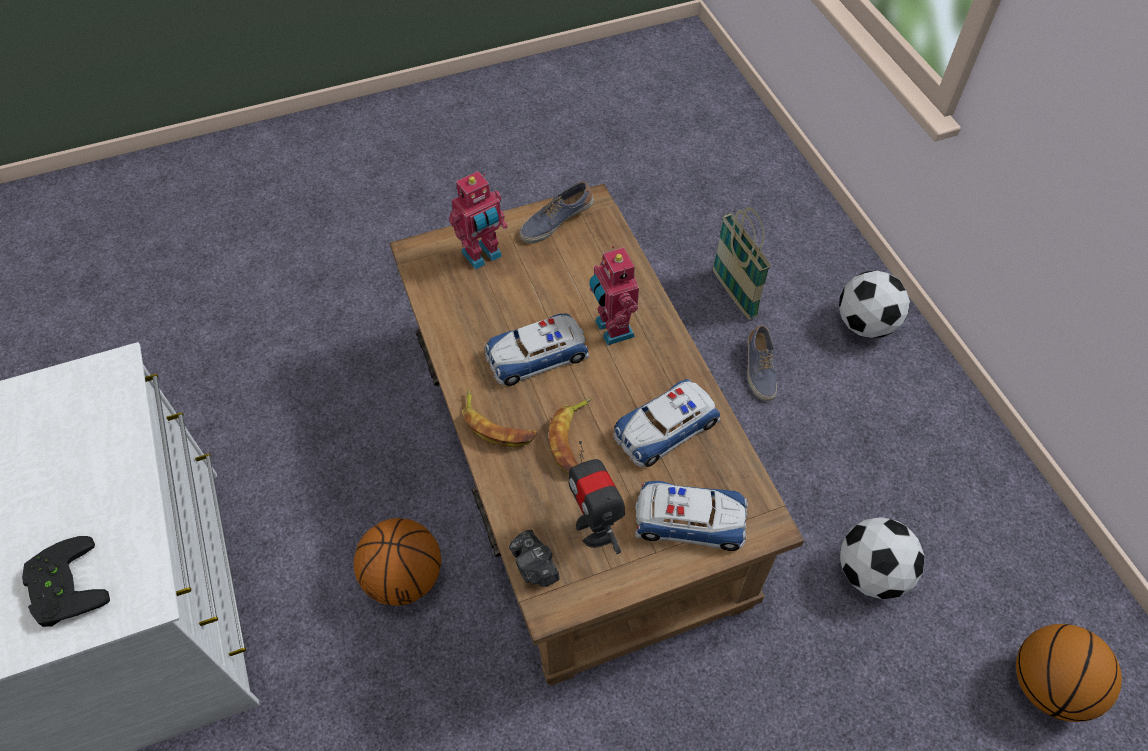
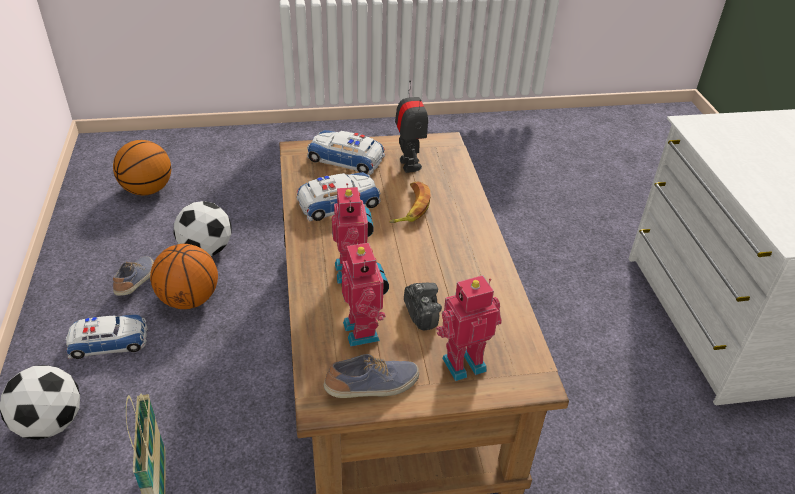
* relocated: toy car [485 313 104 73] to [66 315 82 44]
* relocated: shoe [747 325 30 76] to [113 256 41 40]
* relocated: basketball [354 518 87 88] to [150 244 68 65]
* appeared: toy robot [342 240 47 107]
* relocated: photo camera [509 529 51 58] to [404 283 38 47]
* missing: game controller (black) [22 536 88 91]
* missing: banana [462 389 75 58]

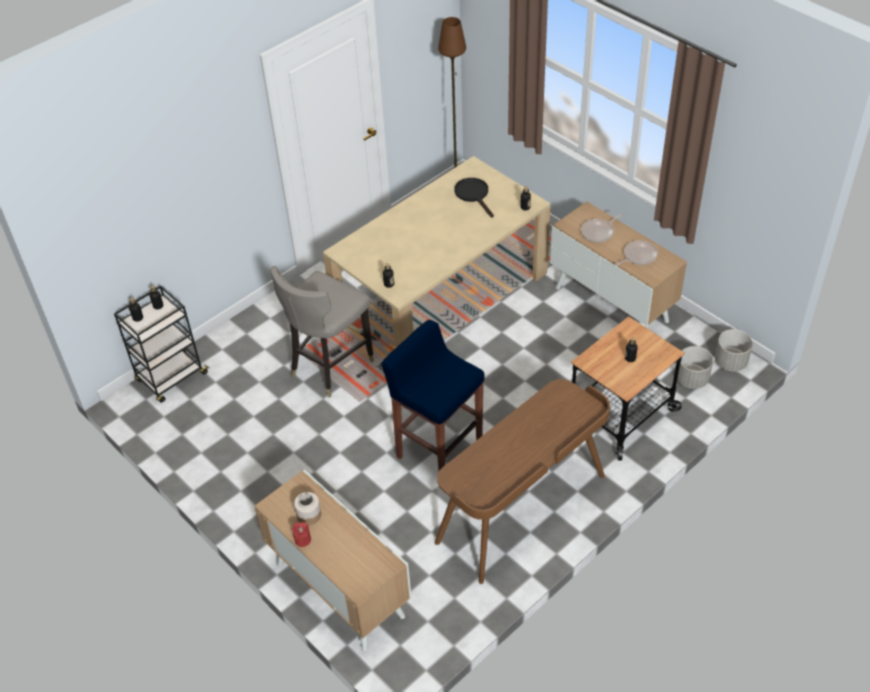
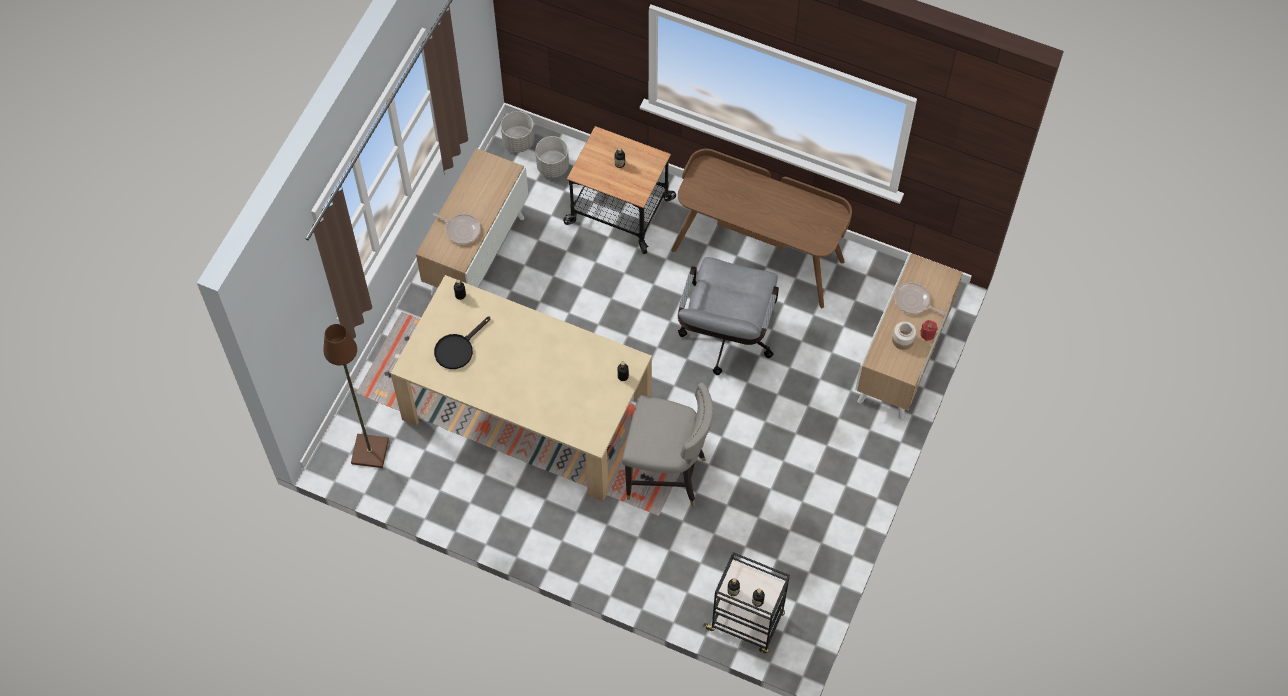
* exchanged: stool (blue) [381 320 104 151] to office chair (grey) [678 257 101 118]
* relocated: frying pan [615 240 43 26] to [894 282 50 32]

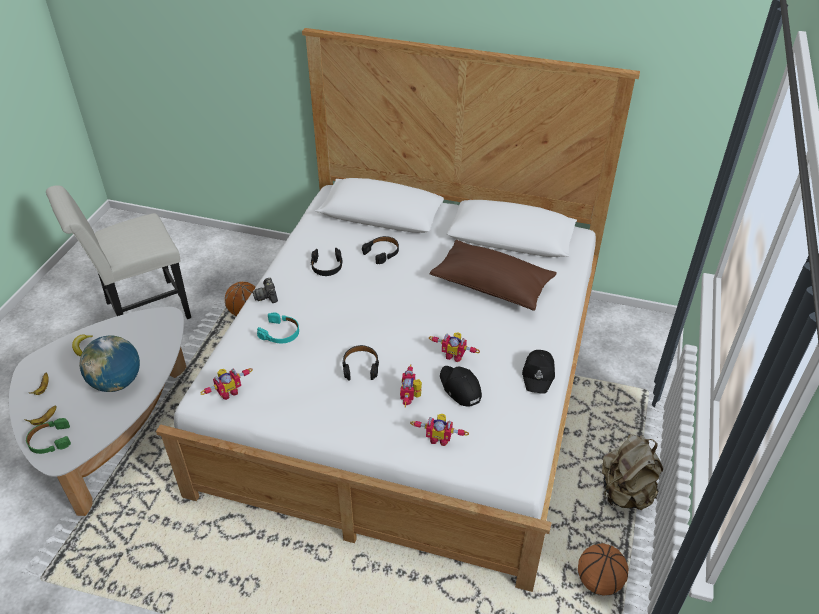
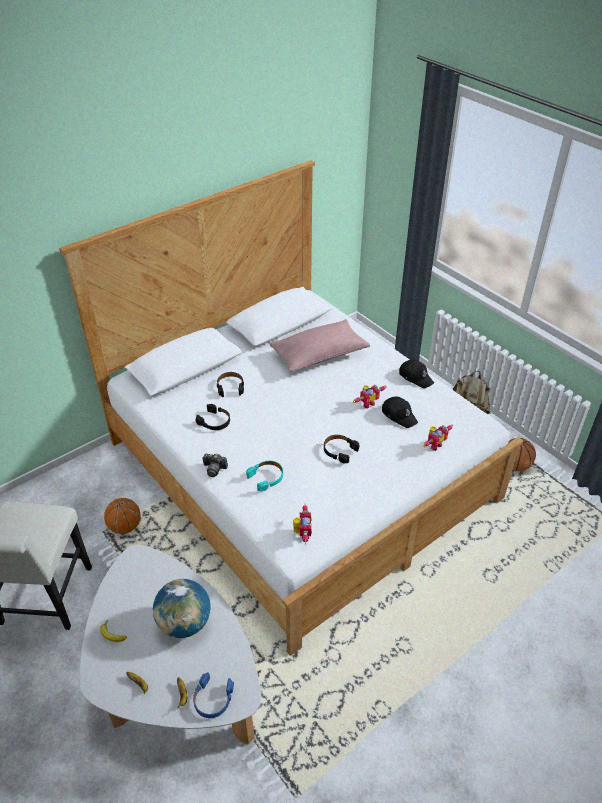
* colour: headphones (green) [26 418 45 36] to headphones (blue) [193 672 41 46]
* colour: pillow (brown) [430 240 127 71] to pillow (pink) [269 319 101 53]
* spun: cap (black) [440 366 42 41] = [382 397 36 31] 135 degrees counterclockwise
* missing: toy robot [400 364 22 44]

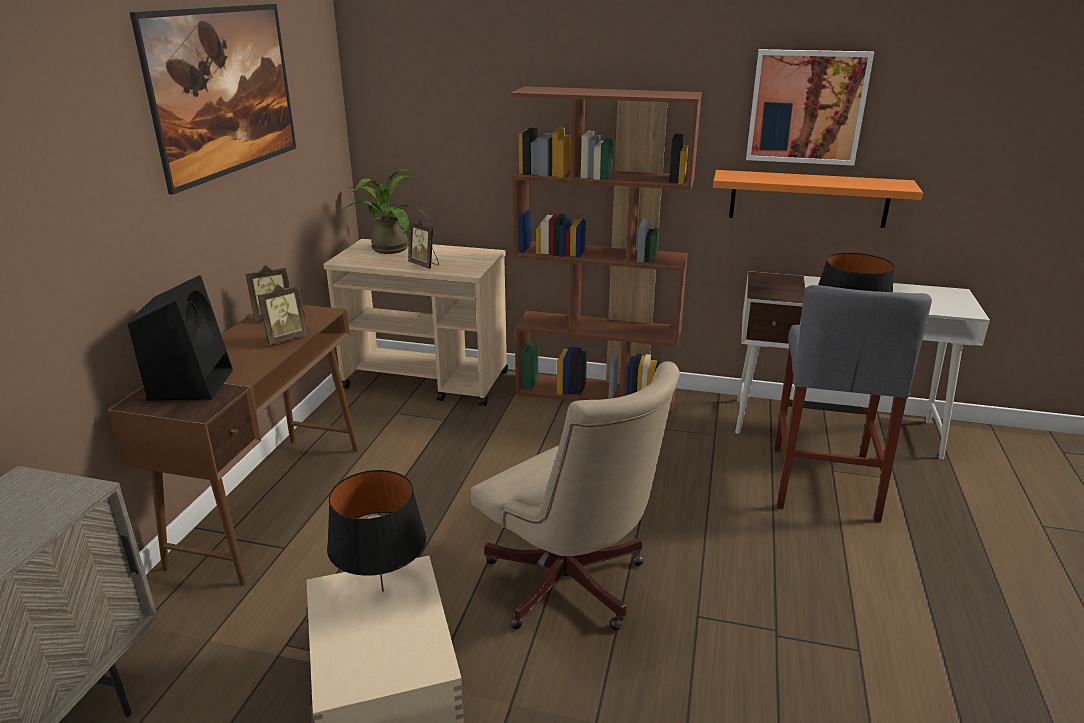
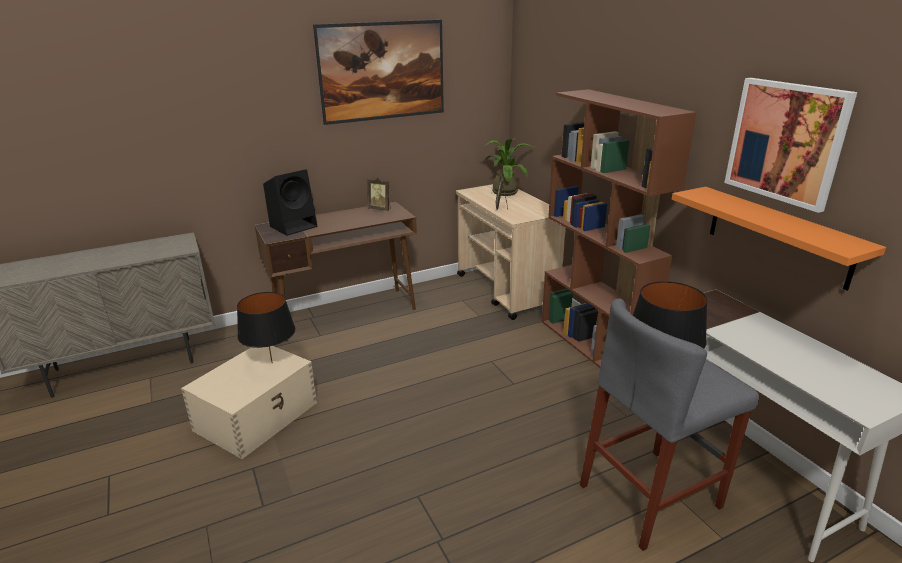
* missing: picture frame [257 284 52 61]
* missing: office chair (beige) [471 361 209 270]

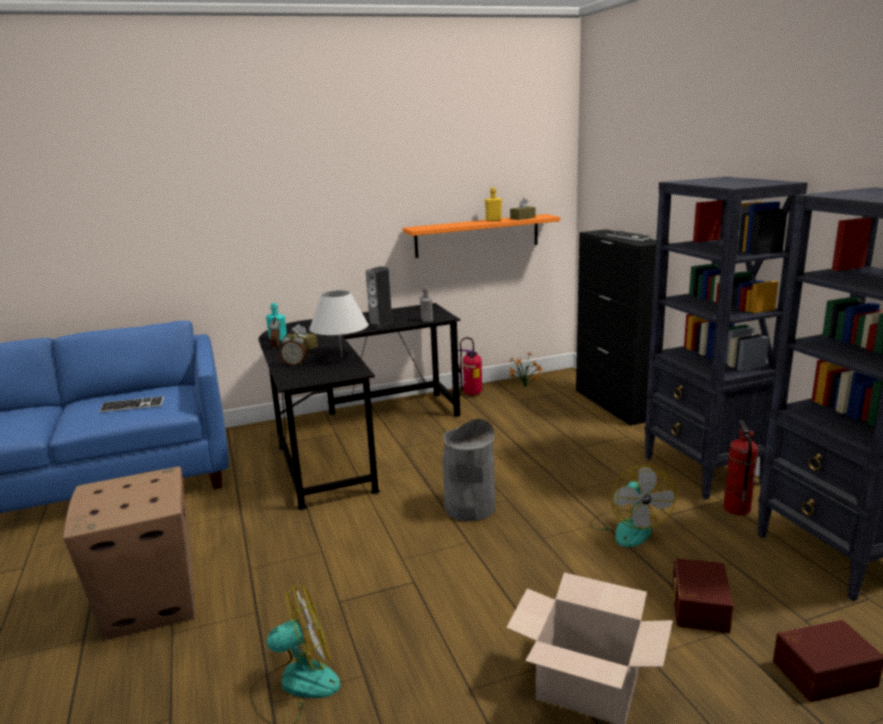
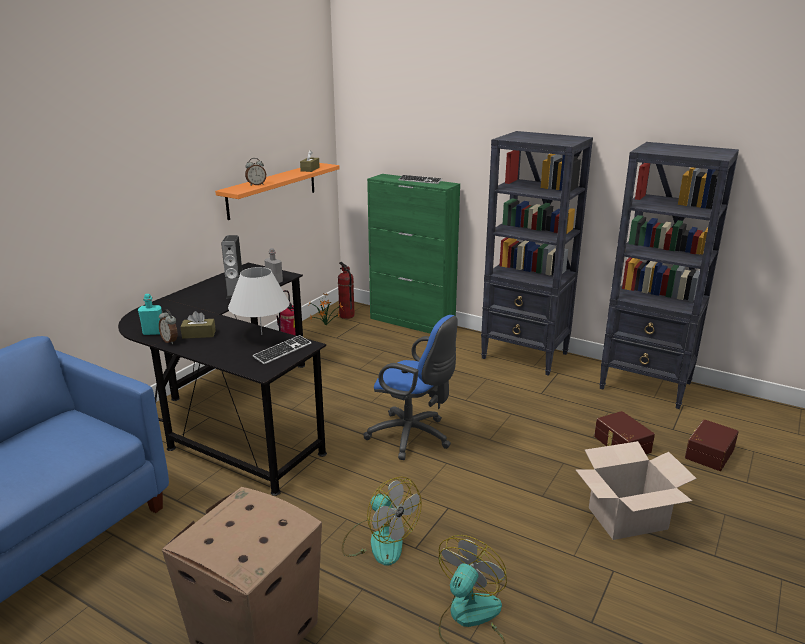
* relocated: alarm clock [280 332 27 33] to [245 158 21 28]
* relocated: keyboard [99 396 65 16] to [253 335 59 29]
* relocated: fire extinguisher [723 420 35 95] to [338 262 17 57]
* relocated: fan [589 465 87 82] to [342 477 80 89]
* exchanged: trash can (grey) [443 419 53 102] to office chair (blue) [363 315 95 145]
* colour: cabinet (black) [576 229 94 197] to cabinet (green) [367 174 93 160]
* missing: bottle (yellow) [485 187 17 34]

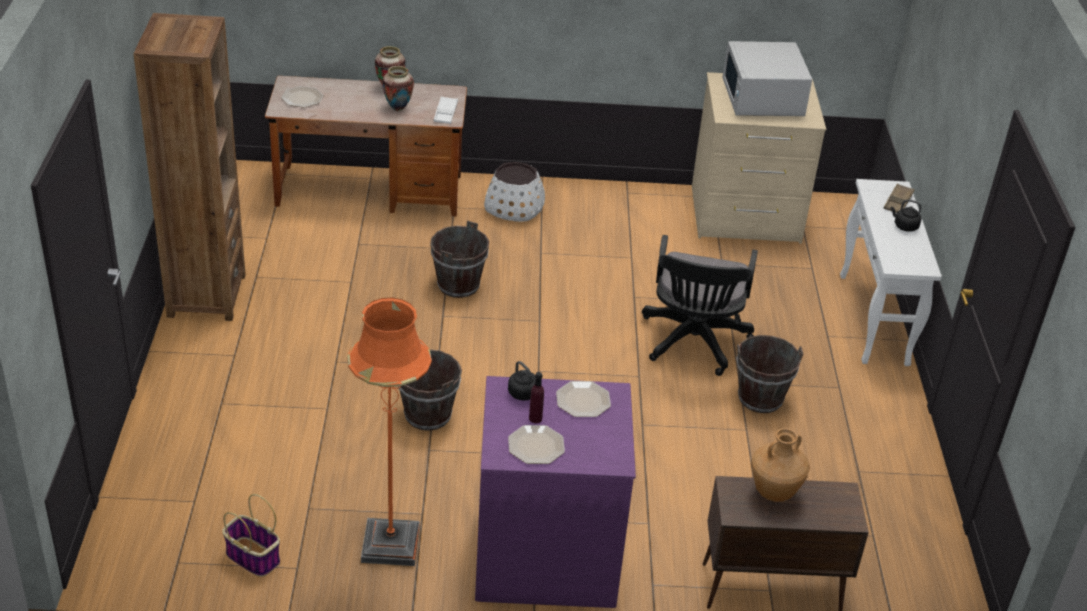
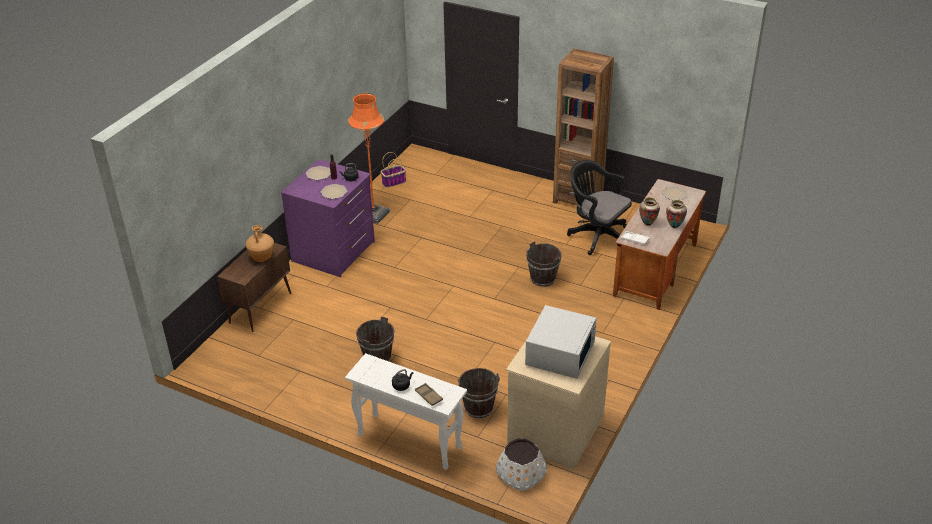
* relocated: bucket (brown) [398 349 64 82] to [458 368 42 50]
* relocated: planter (white) [484 162 61 60] to [496 438 51 53]
* spun: microwave (white) [723 41 89 75] = [525 305 72 74] 90 degrees clockwise
* relocated: office chair (black) [642 235 116 141] to [567 160 65 95]

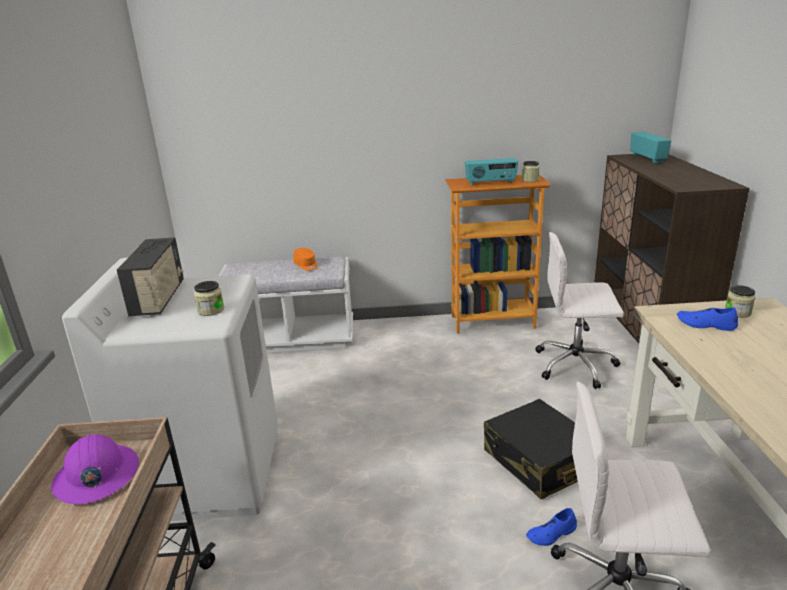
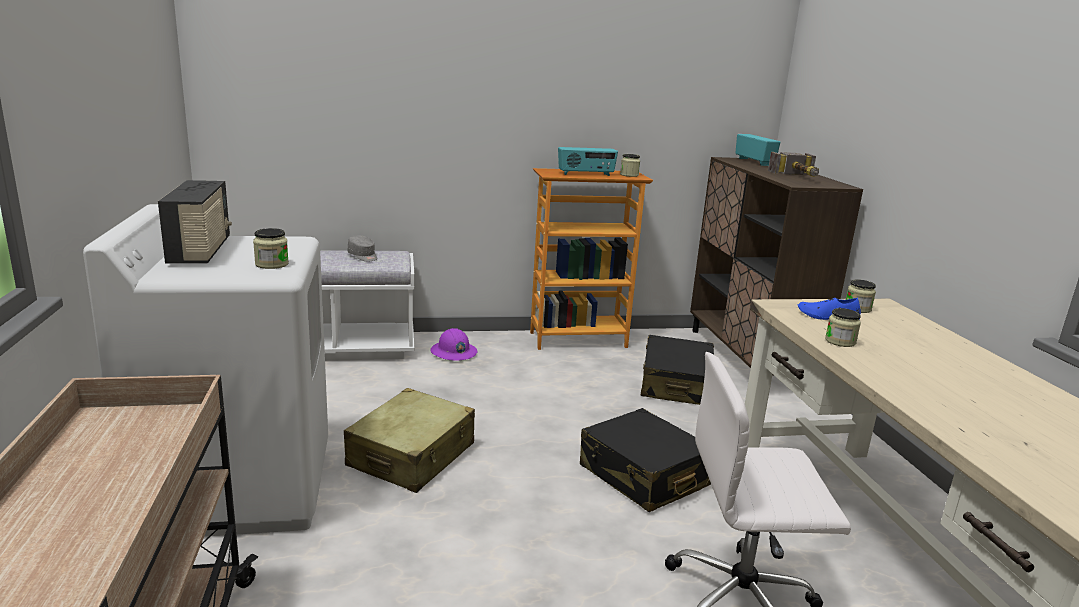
* appeared: suitcase (beige) [344 388 131 105]
* colour: cap (orange) [293 248 25 23] to cap (grey) [347 235 30 26]
* relocated: hard hat (purple) [51 434 88 70] to [430 328 47 33]
* exchanged: office chair (white) [536 232 88 157] to suitcase (black) [641 335 73 70]
* appeared: hammer [768 152 51 25]
* appeared: jar [825 308 36 39]
* missing: shoe (blue) [526 508 51 38]

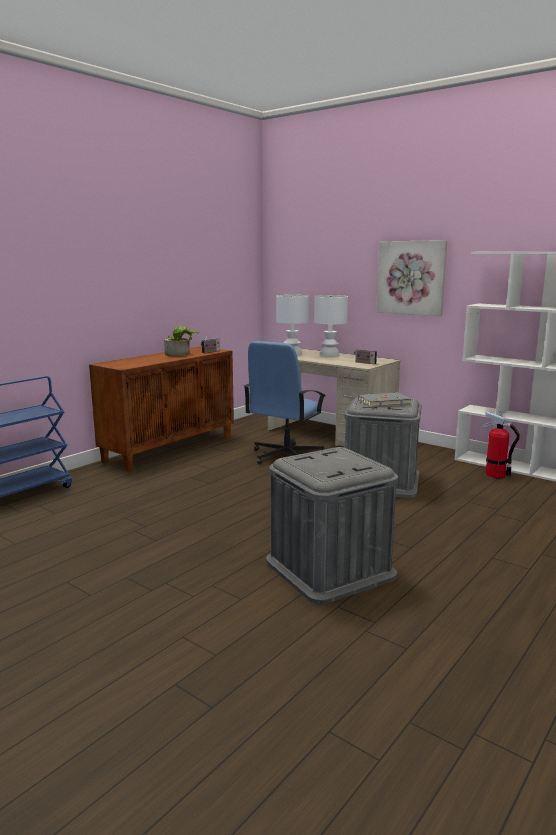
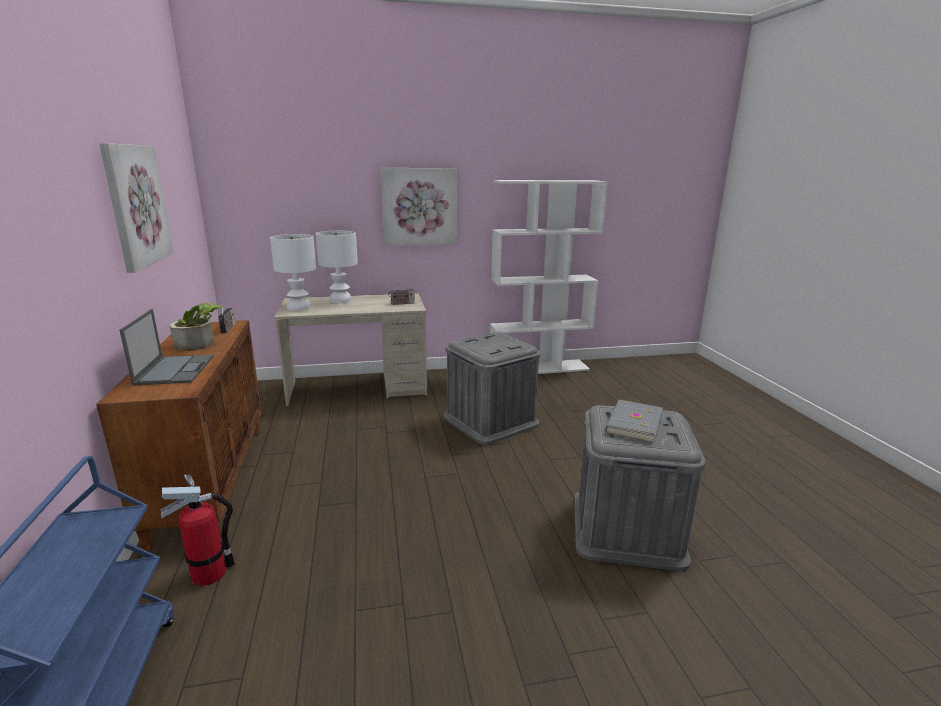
* appeared: picture [99 143 75 130]
* appeared: laptop [120 309 93 77]
* relocated: fire extinguisher [481 410 39 68] to [160 474 75 112]
* relocated: book (grey) [358 392 53 15] to [605 400 58 43]
* missing: office chair (blue) [244 341 81 123]

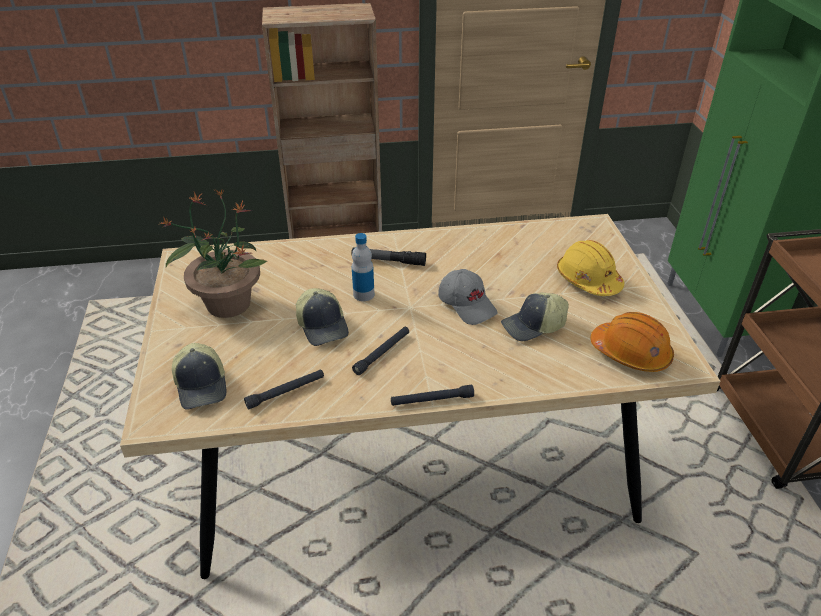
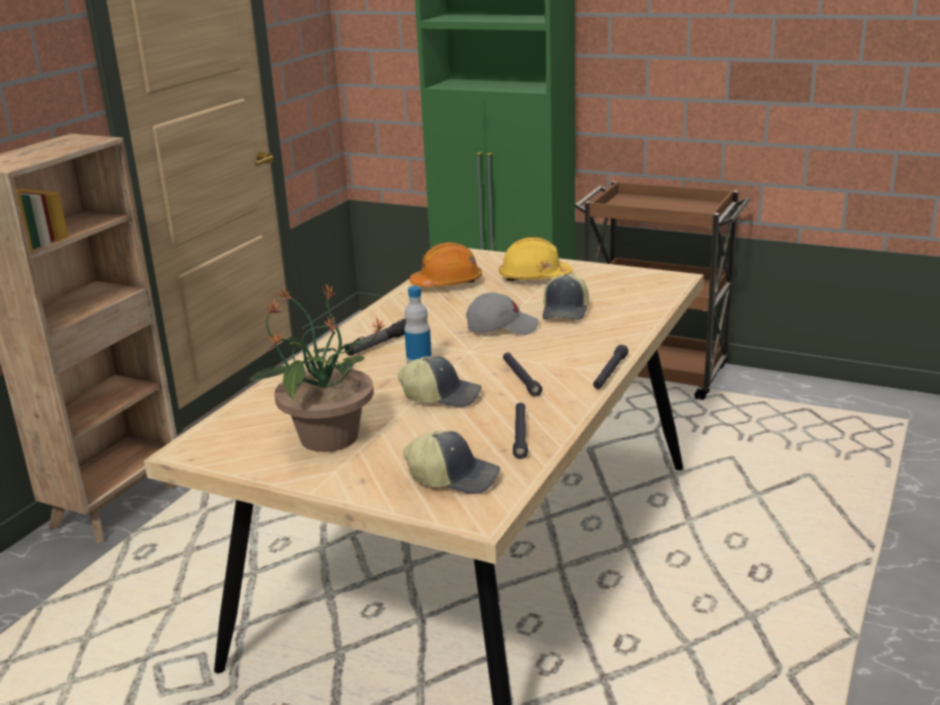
* relocated: hard hat (orange) [591 312 83 60] to [409 243 73 44]

